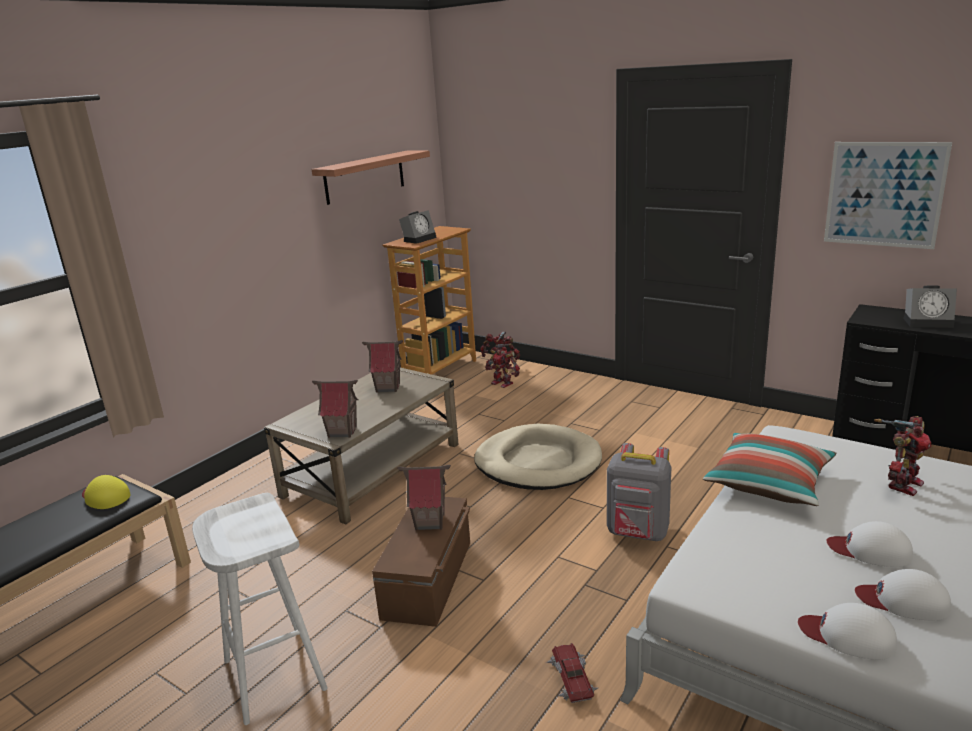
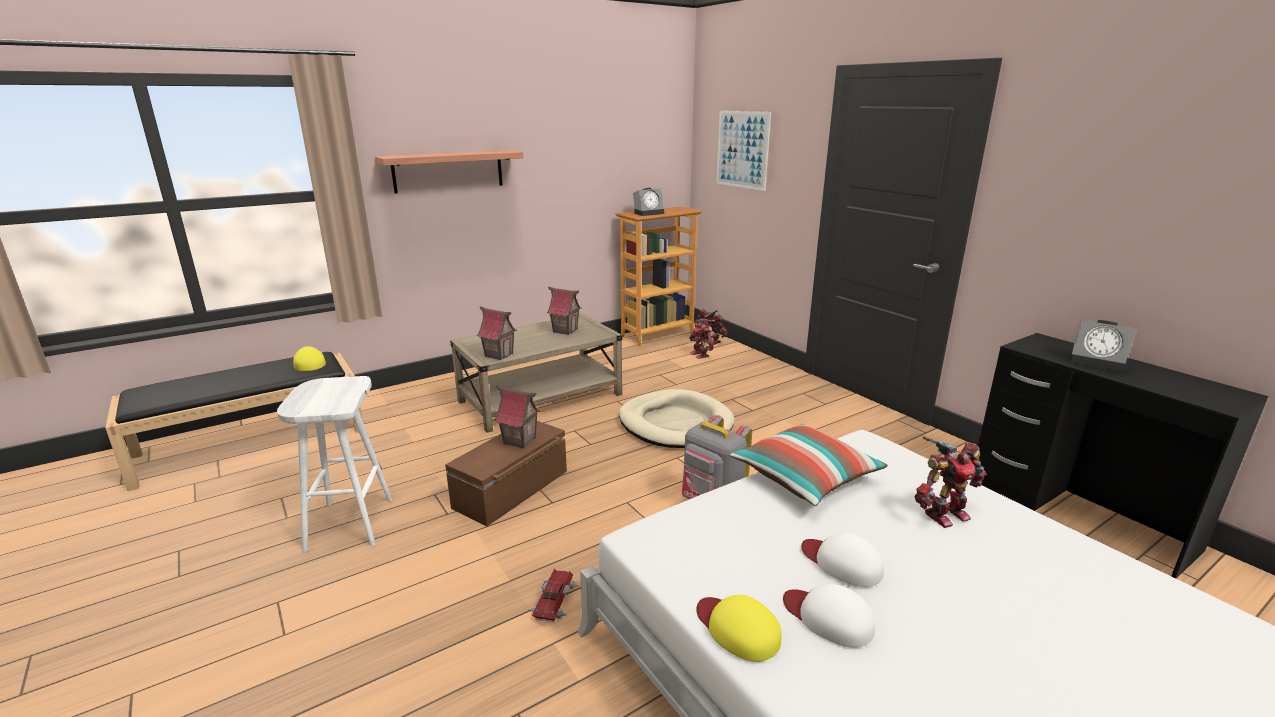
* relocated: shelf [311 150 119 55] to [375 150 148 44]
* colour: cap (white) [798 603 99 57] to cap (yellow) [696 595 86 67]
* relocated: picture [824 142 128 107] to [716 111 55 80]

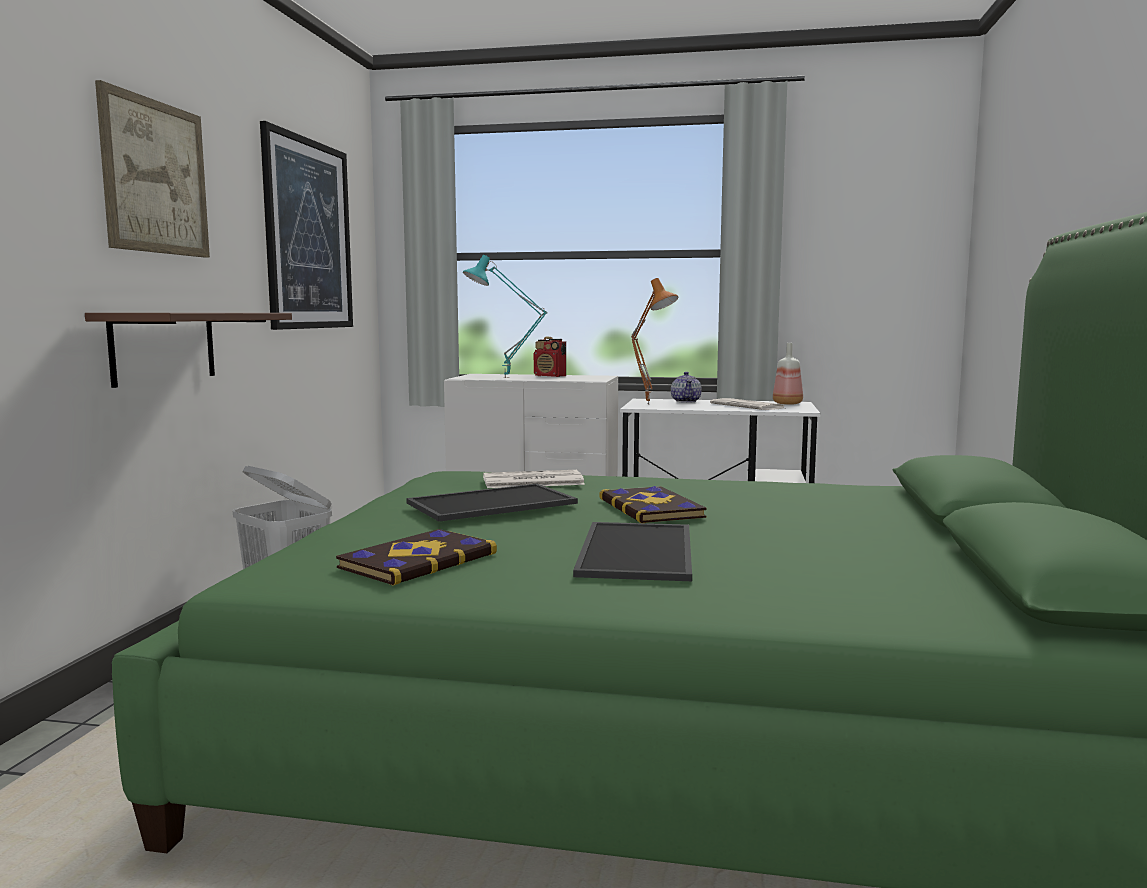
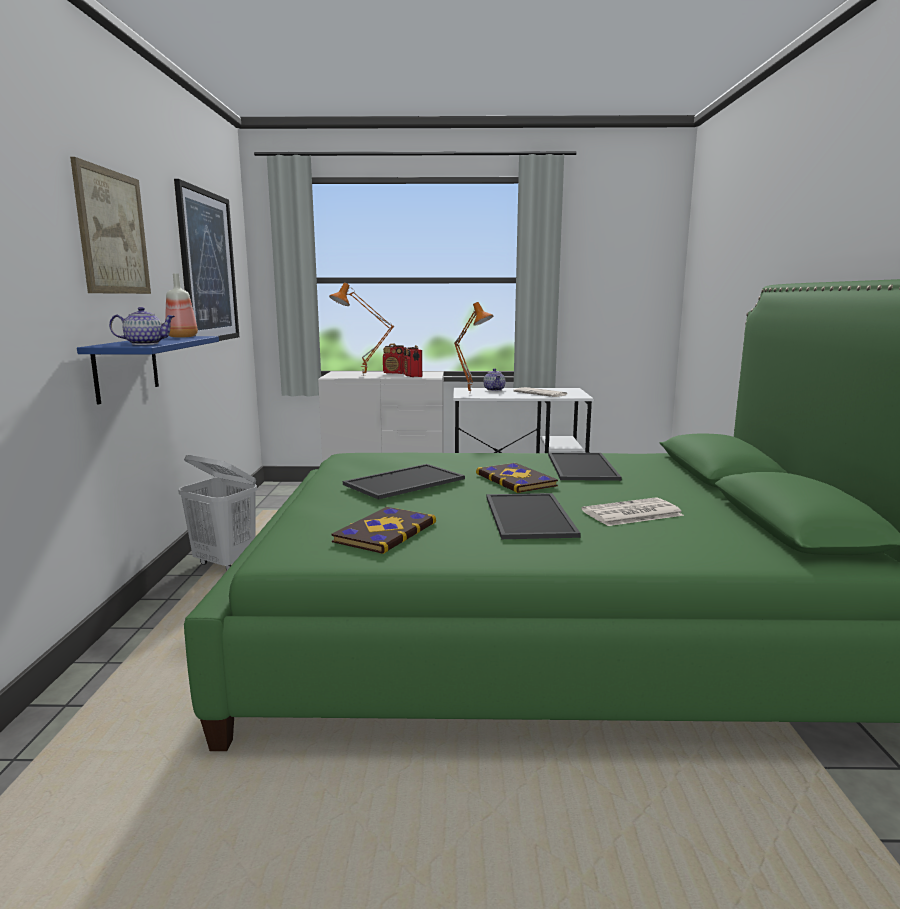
* colour: shelf (brown) [85 313 207 75] to shelf (blue) [77 336 142 69]
* appeared: teapot [109 307 66 38]
* relocated: bottle [773 343 30 62] to [165 273 33 65]
* colour: table lamp (turquoise) [463 255 84 123] to table lamp (orange) [329 283 65 93]
* appeared: radio [403 345 19 32]
* appeared: tray [548 452 74 29]
* relocated: newspaper [483 470 102 18] to [582 498 102 28]

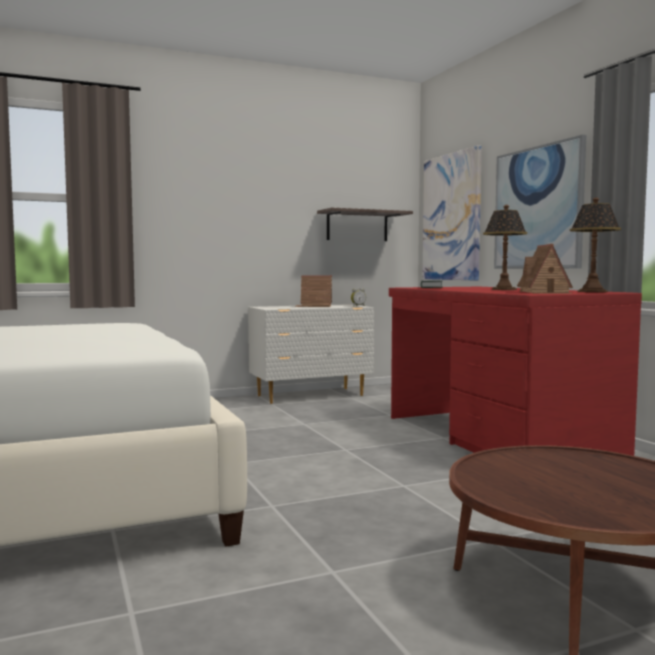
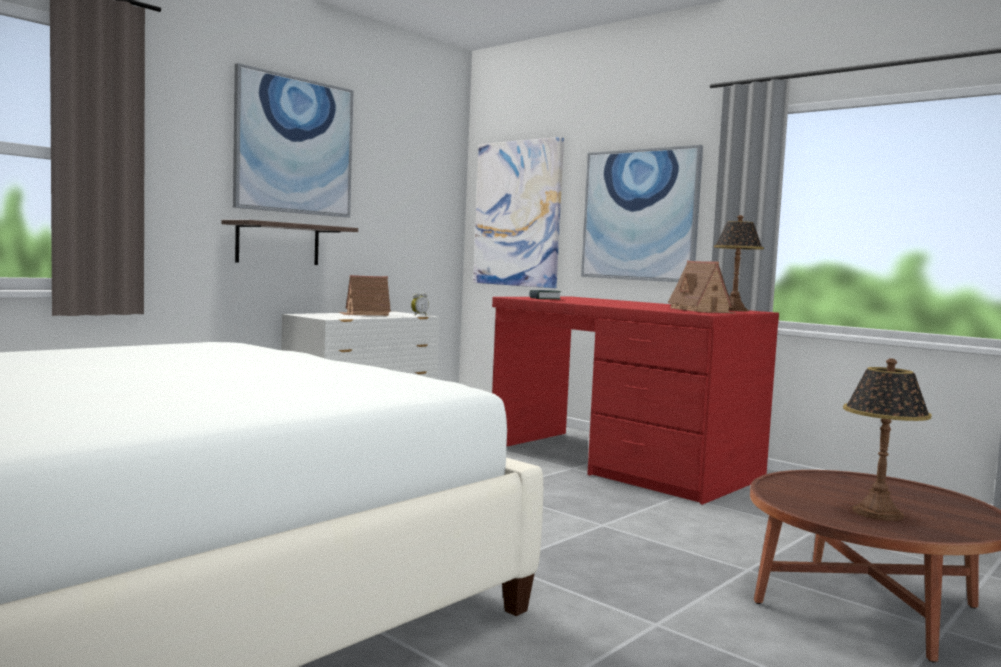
* relocated: shelf [317 208 96 33] to [221 220 137 45]
* appeared: picture [233 63 121 155]
* relocated: table lamp [483 205 44 85] to [843 358 89 163]

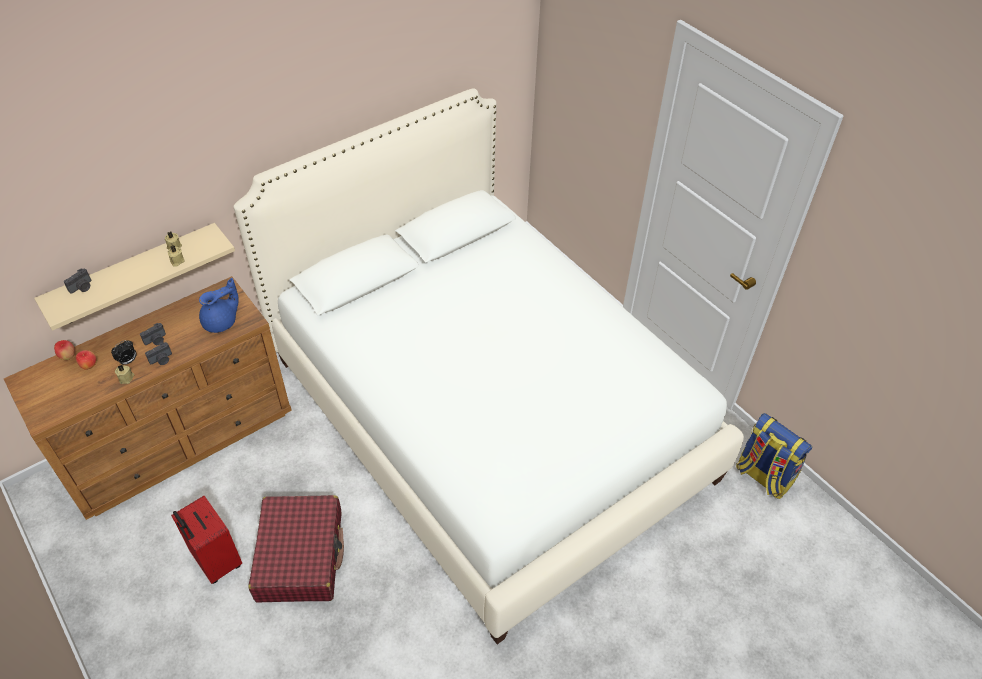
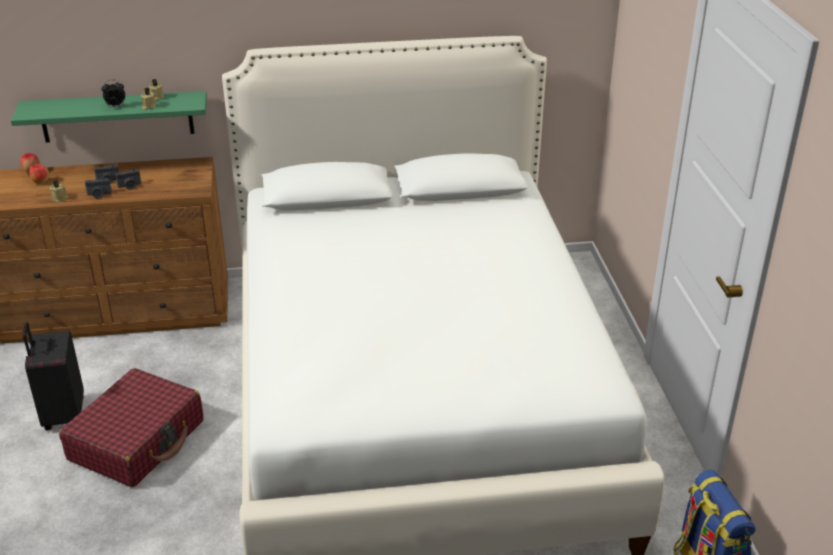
* colour: shelf (beige) [34 223 201 108] to shelf (green) [11 91 196 52]
* colour: suitcase (red) [171 496 71 88] to suitcase (black) [23 322 61 108]
* relocated: alarm clock [111 340 26 25] to [101 80 24 29]
* relocated: photo camera [64 268 28 26] to [115 169 26 21]
* missing: teapot (blue) [199 278 40 55]

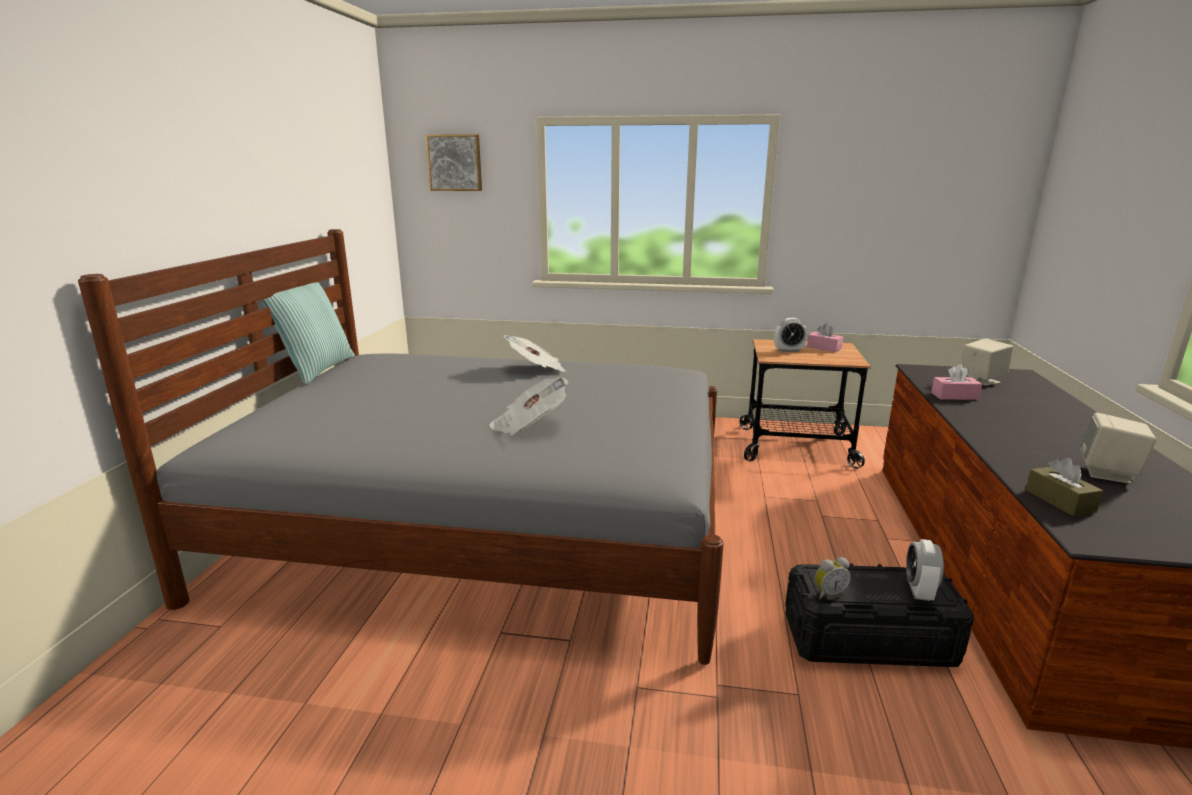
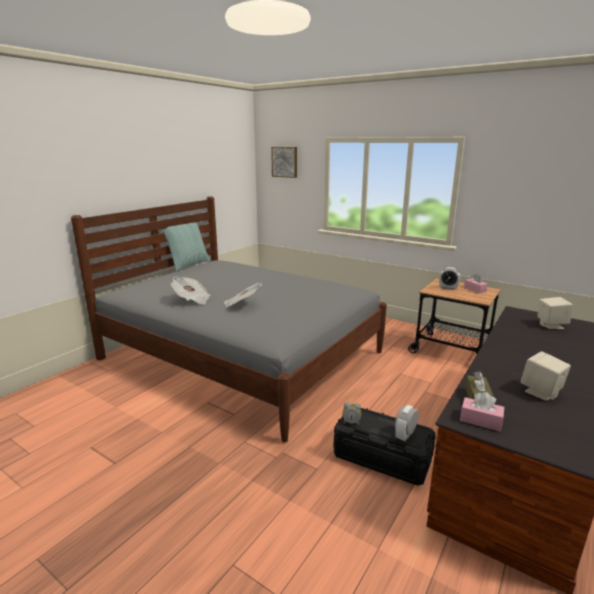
* relocated: newspaper [504 335 62 37] to [171 277 40 28]
* relocated: tissue box (pink) [931 364 51 36] to [460 392 45 40]

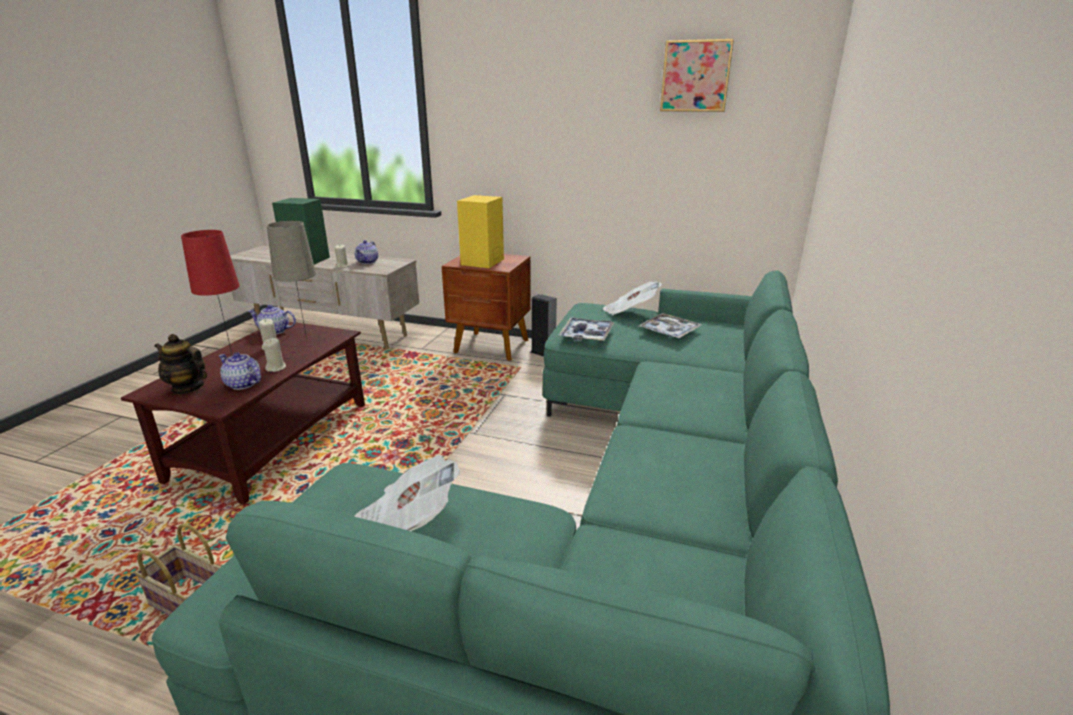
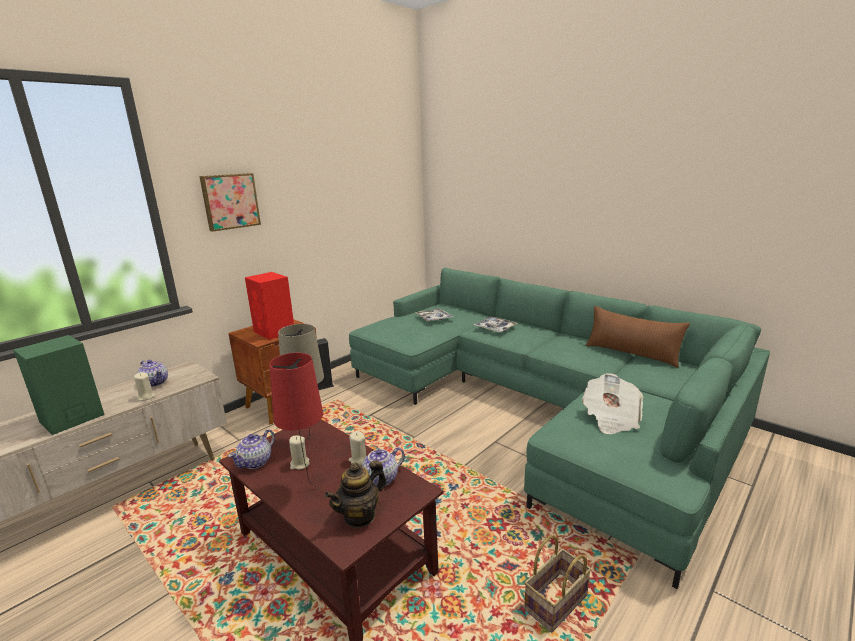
* relocated: picture [660 39 74 73] to [199 173 62 59]
* colour: speaker (yellow) [457 195 47 73] to speaker (red) [245 272 49 68]
* relocated: tray [559 318 55 23] to [474 316 43 16]
* appeared: pillow (brown) [586 306 104 62]
* missing: newspaper [603 282 59 34]

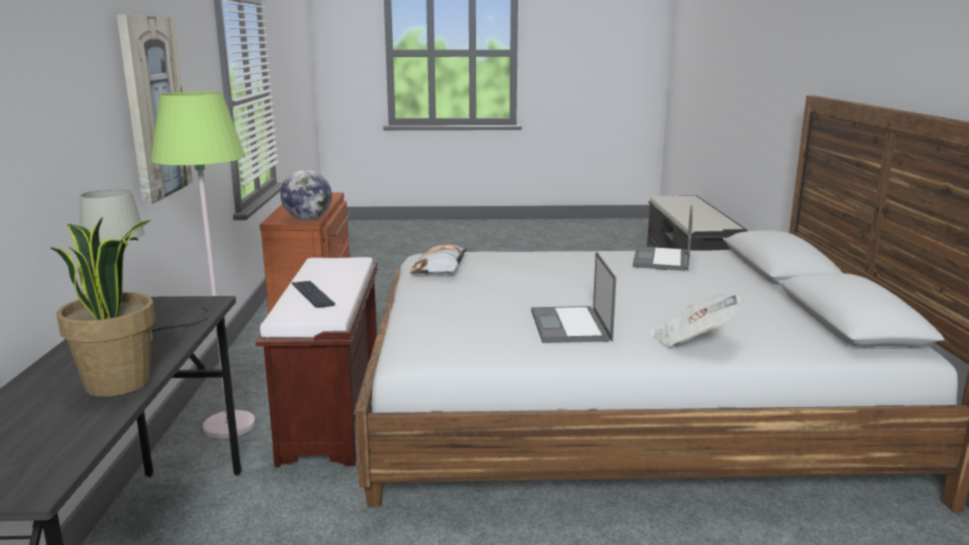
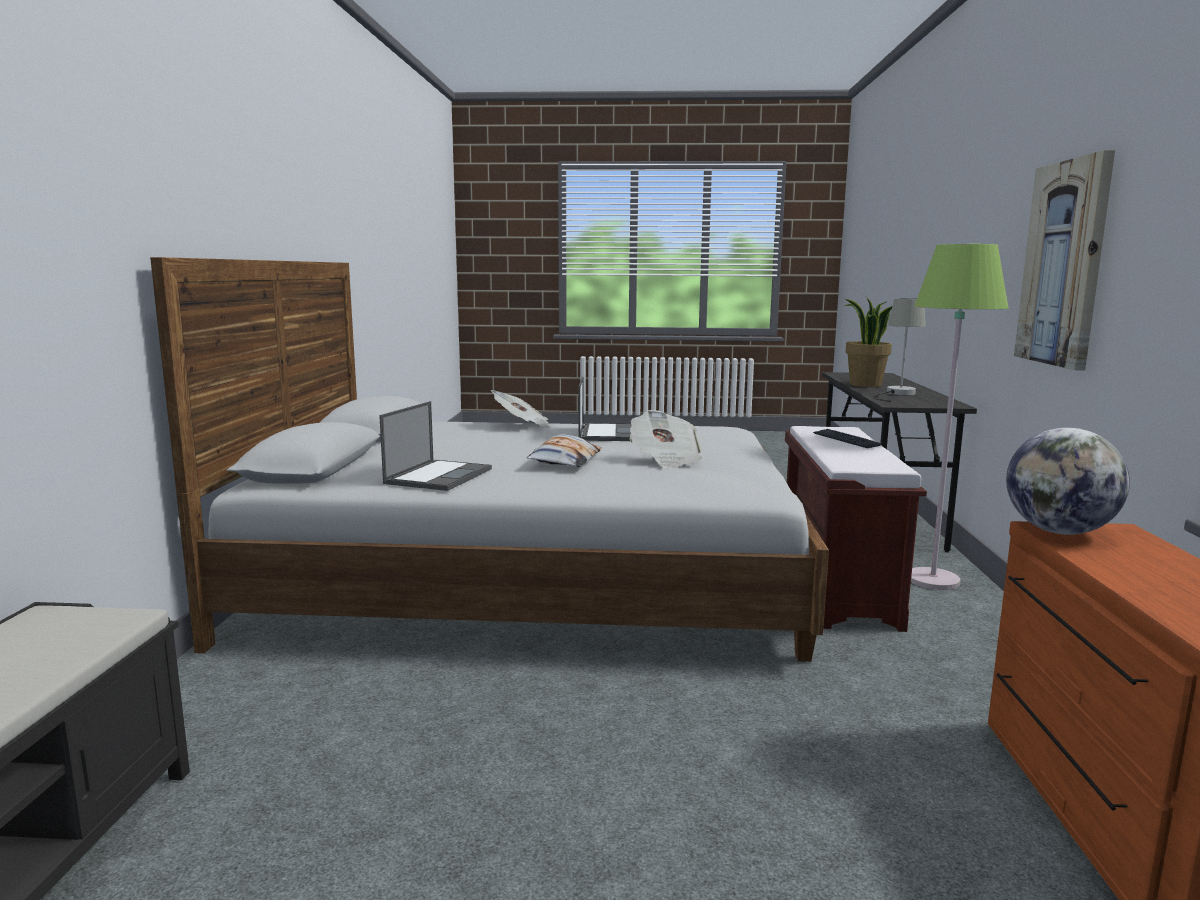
* relocated: pillow [410 244 57 30] to [527 434 75 33]
* appeared: newspaper [630 410 72 59]

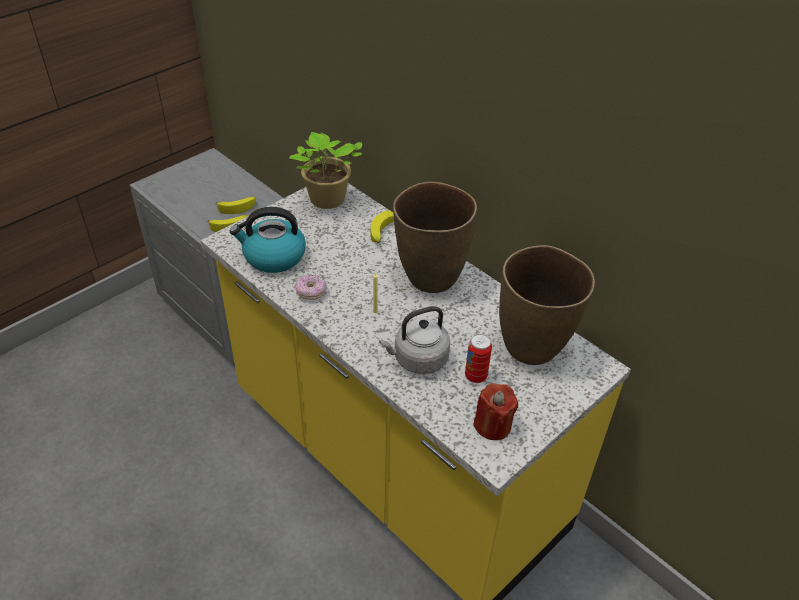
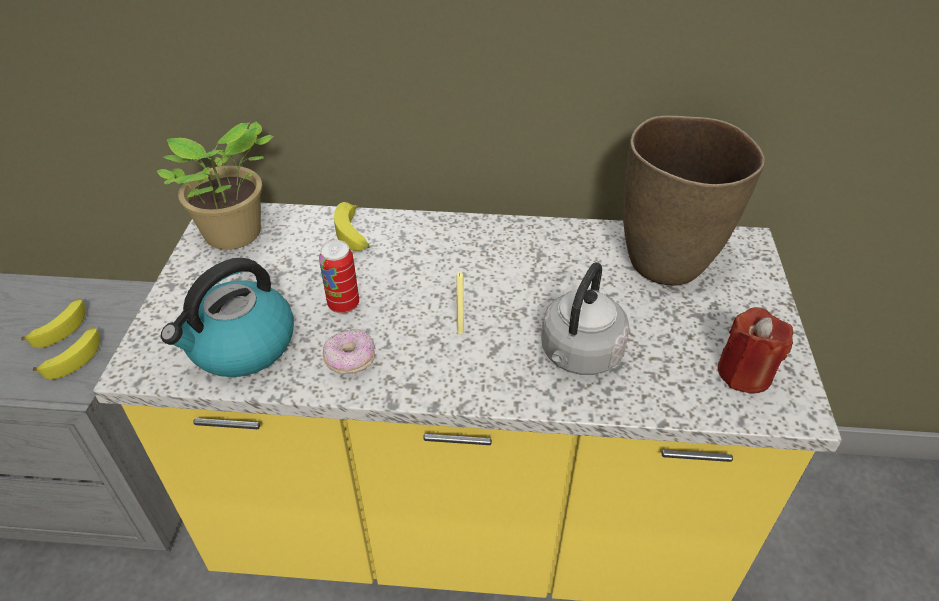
* relocated: can [465 334 27 49] to [319 240 40 73]
* missing: vase (brown) [393 182 84 111]

